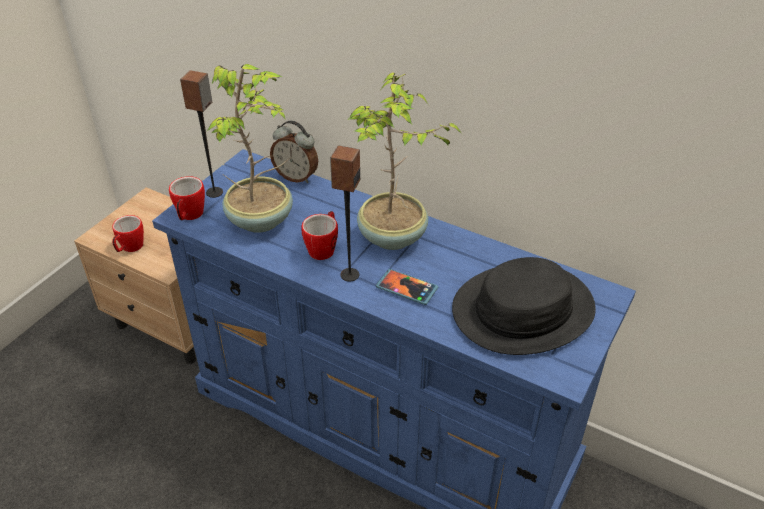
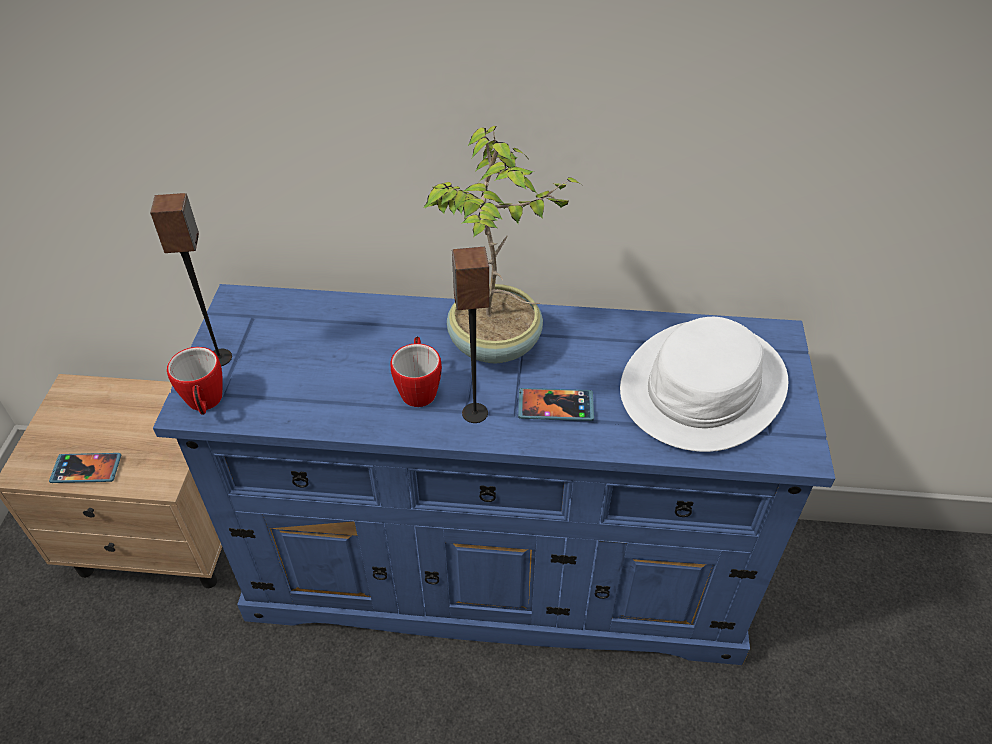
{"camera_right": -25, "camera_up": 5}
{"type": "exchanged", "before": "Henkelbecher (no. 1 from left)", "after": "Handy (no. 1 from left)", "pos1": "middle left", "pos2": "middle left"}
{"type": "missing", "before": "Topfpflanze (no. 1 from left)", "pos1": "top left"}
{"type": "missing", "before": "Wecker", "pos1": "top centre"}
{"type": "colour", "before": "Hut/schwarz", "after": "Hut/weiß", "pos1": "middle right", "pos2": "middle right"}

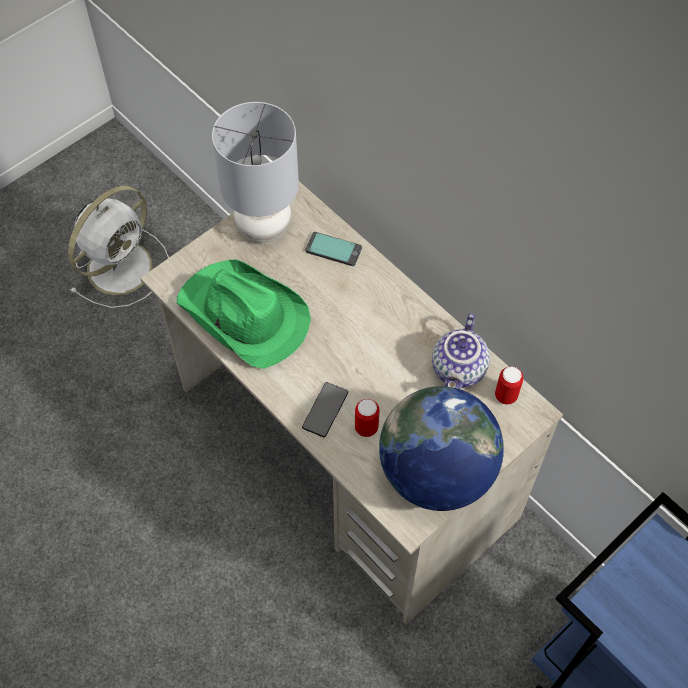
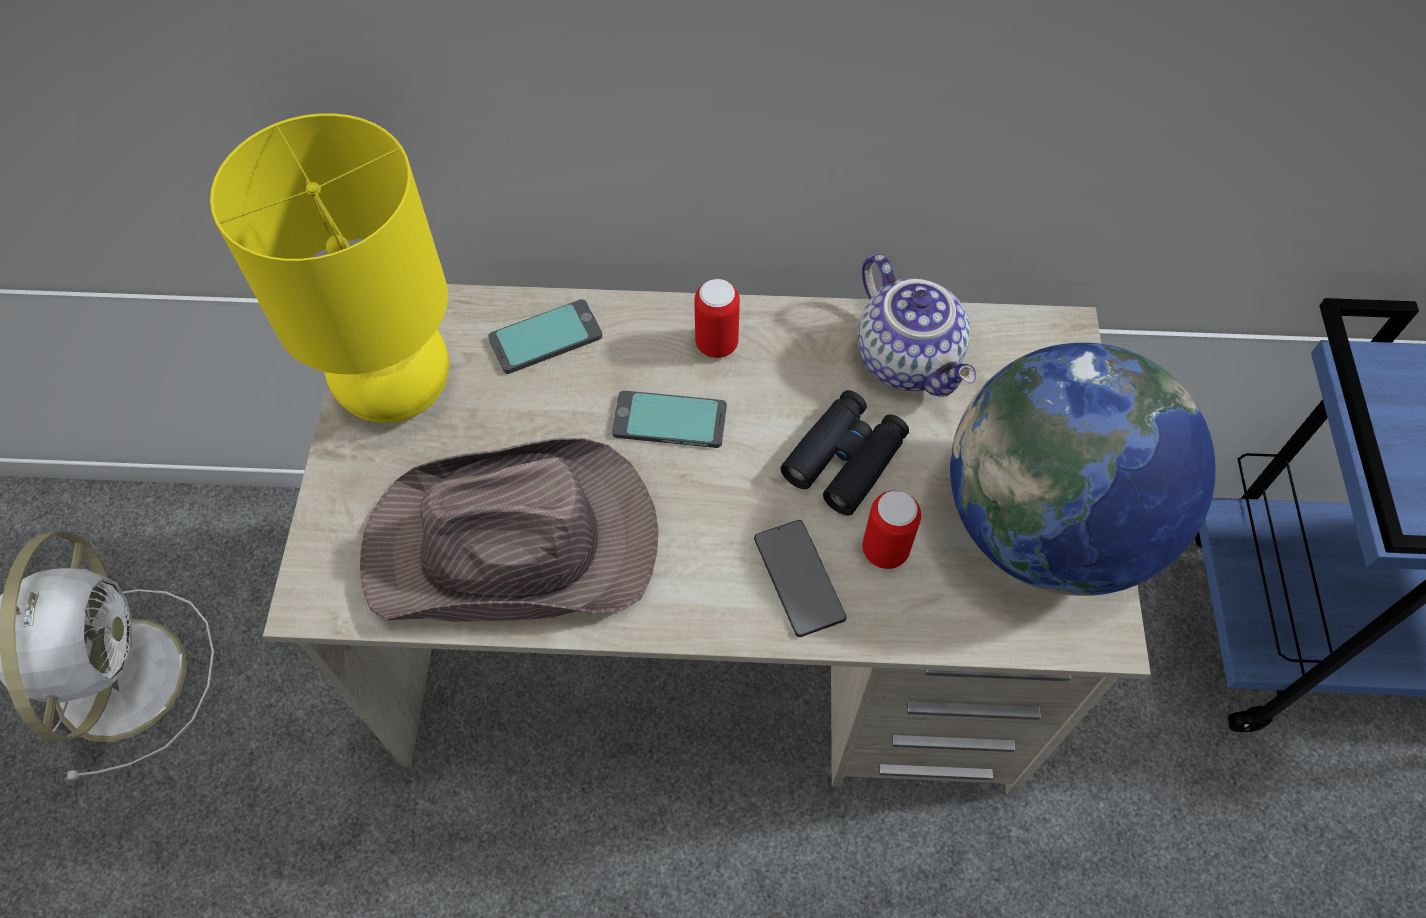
{"camera_right": -45, "camera_up": 0}
{"type": "colour", "before": "Hut/grün", "after": "Hut/braun", "pos1": "centre", "pos2": "centre"}
{"type": "colour", "before": "Tischlampe/grau", "after": "Tischlampe/gelb", "pos1": "top centre", "pos2": "top left"}
{"type": "relocated", "before": "Dose (no. 2 from left in the first image)", "after": "Dose (no. 1 from left)", "pos1": "middle right", "pos2": "centre"}
{"type": "appeared", "after": "Handy (no. 2 from left)", "pos2": "centre"}
{"type": "appeared", "after": "Fernglas/schwarz", "pos2": "centre"}

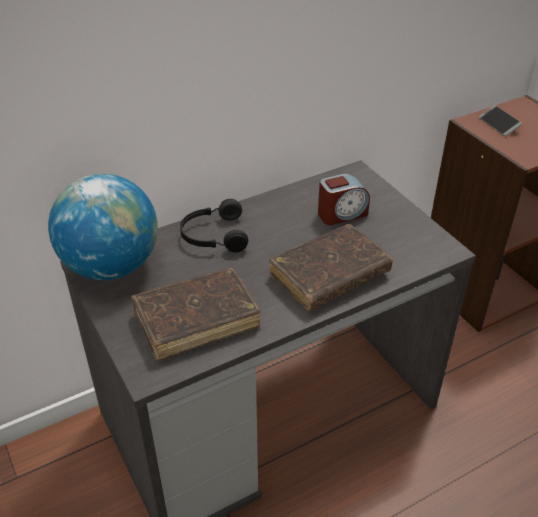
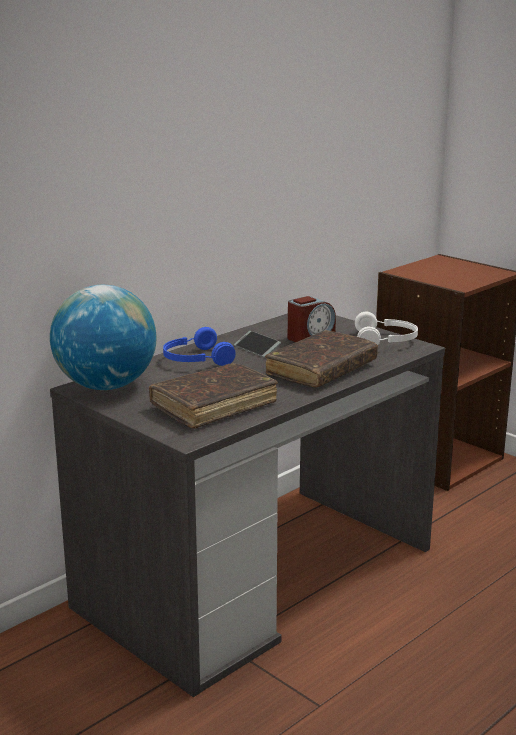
{"camera_right": -15, "camera_up": -20}
{"type": "colour", "before": "Kopfhörer/schwarz", "after": "Kopfhörer/blau", "pos1": "centre", "pos2": "centre"}
{"type": "relocated", "before": "Handy", "pos1": "top right", "pos2": "centre"}
{"type": "appeared", "after": "Kopfhörer/weiß", "pos2": "middle right"}

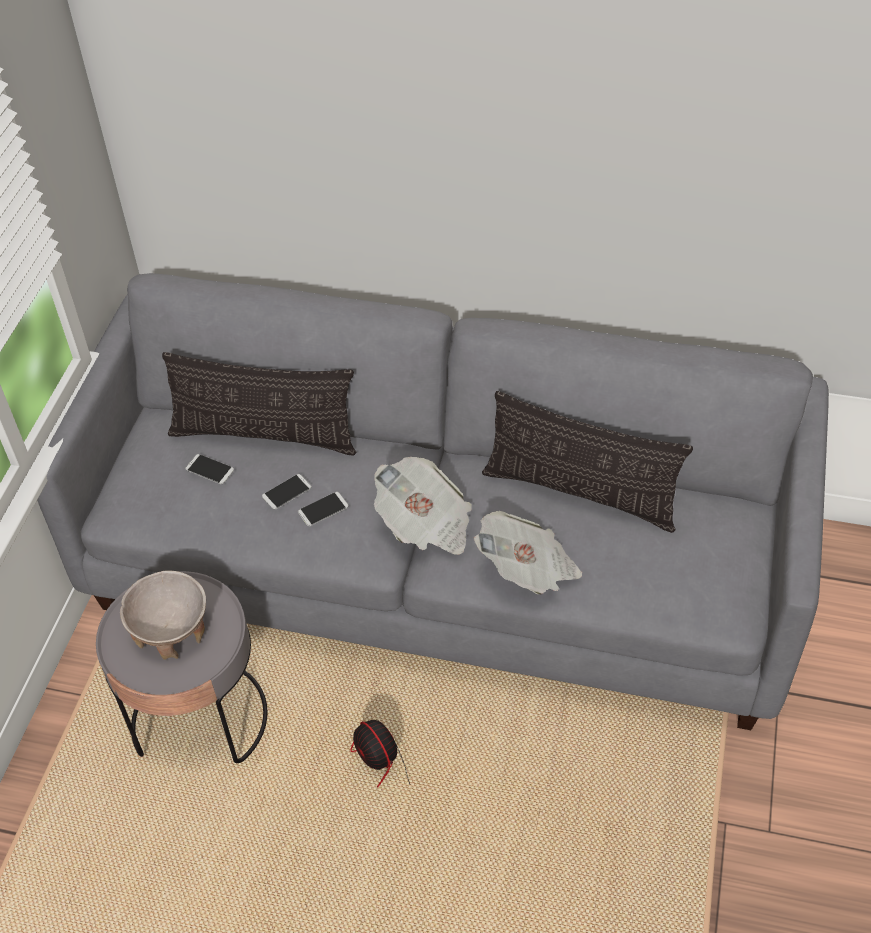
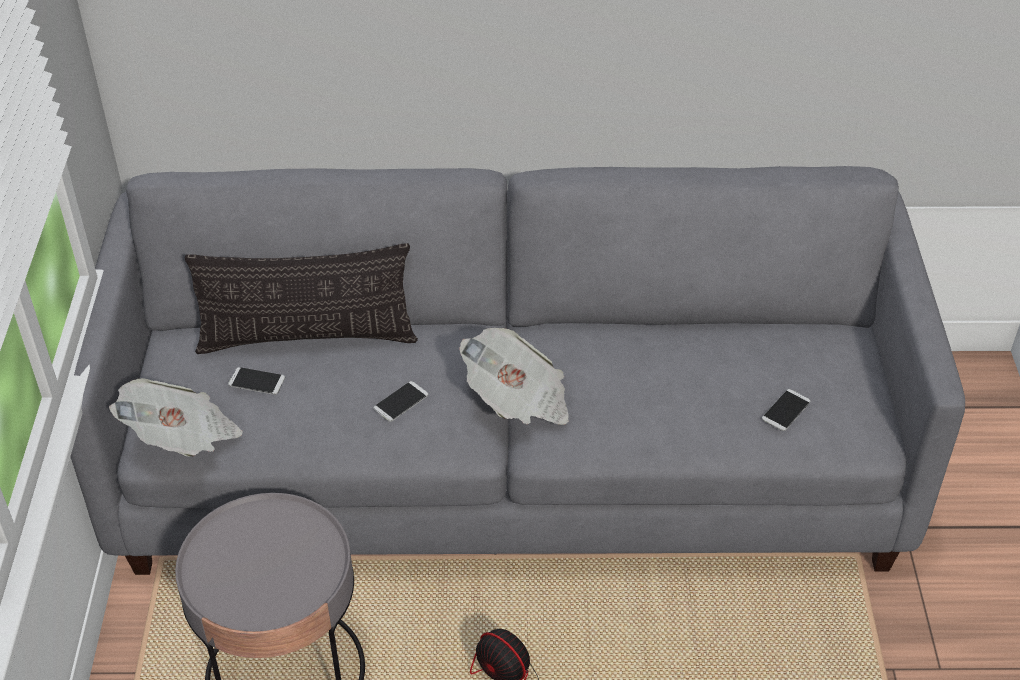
{"camera_right": -15, "camera_up": -5}
{"type": "missing", "before": "Schüssel/beige", "pos1": "middle left"}
{"type": "relocated", "before": "Handy (no. 2 from left in the first image)", "after": "Handy (no. 3 from left)", "pos1": "middle left", "pos2": "middle right"}
{"type": "relocated", "before": "Zeitung (no. 2 from left in the first image)", "after": "Zeitung (no. 1 from left)", "pos1": "centre", "pos2": "middle left"}
{"type": "missing", "before": "Kissen (no. 2 from left)", "pos1": "middle right"}

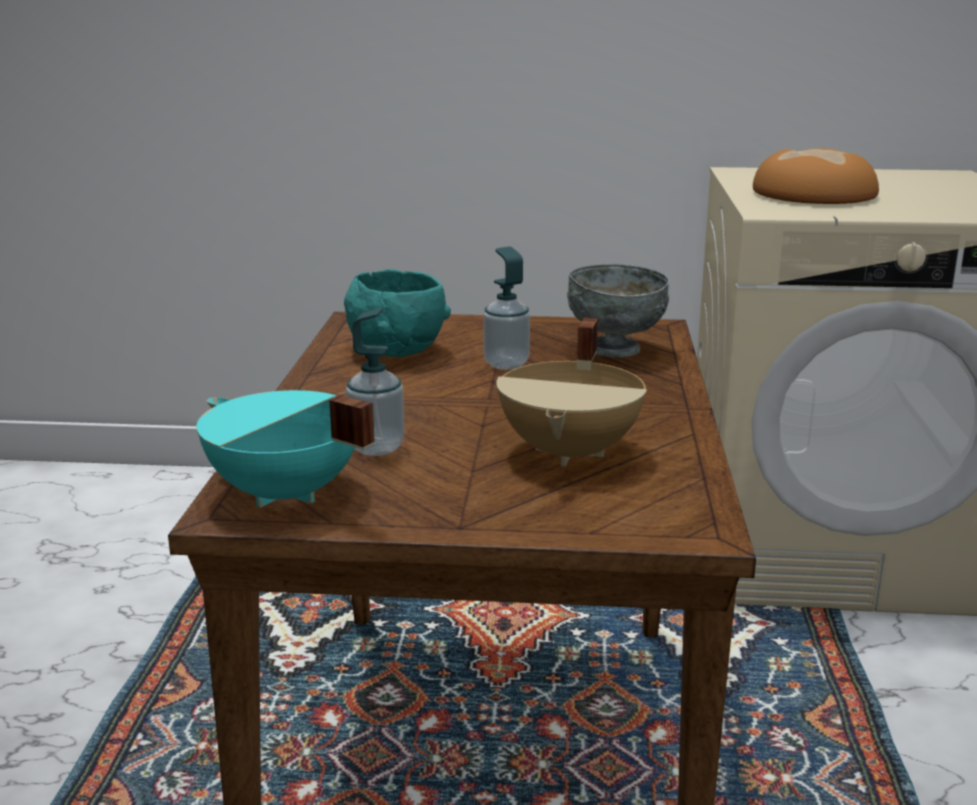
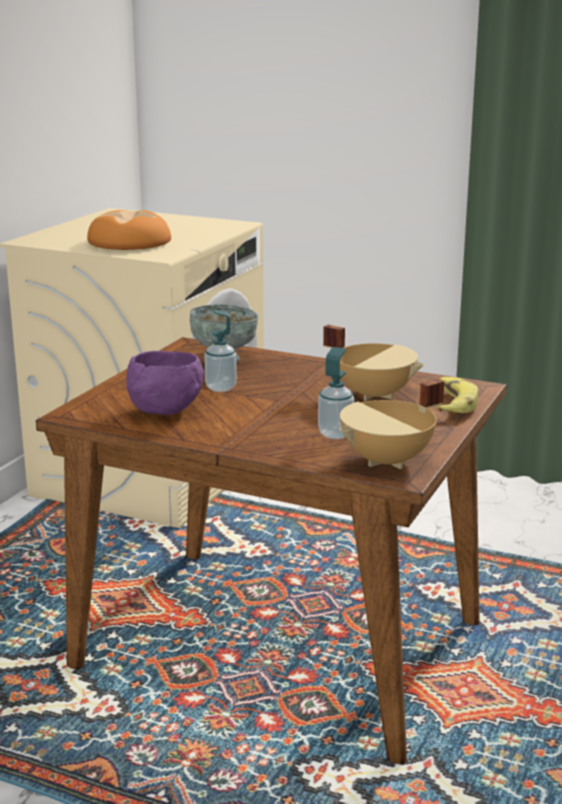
{"camera_right": -70, "camera_up": 0}
{"type": "colour", "before": "Kochtopf/türkis", "after": "Kochtopf/beige (no. 2 from left)", "pos1": "middle left", "pos2": "middle right"}
{"type": "colour", "before": "Schüssel/türkis", "after": "Schüssel/lila", "pos1": "centre", "pos2": "middle left"}
{"type": "appeared", "after": "Banane", "pos2": "middle right"}

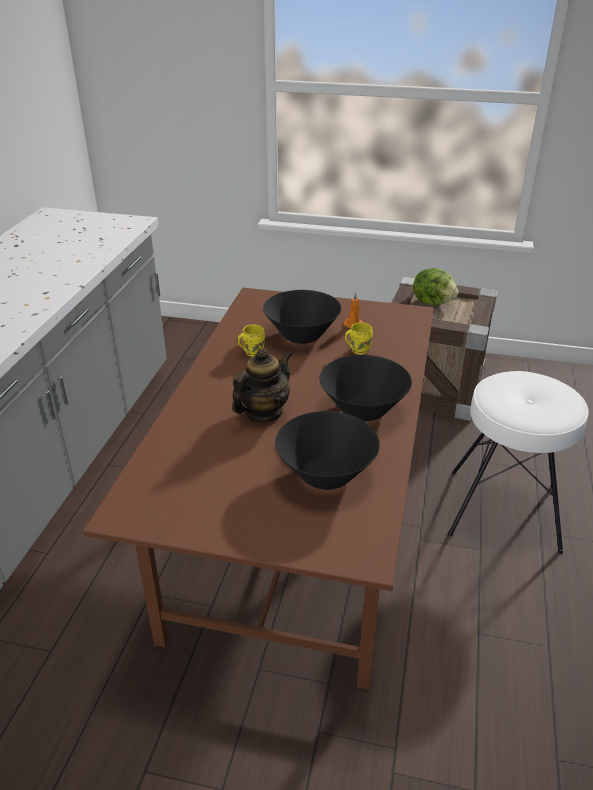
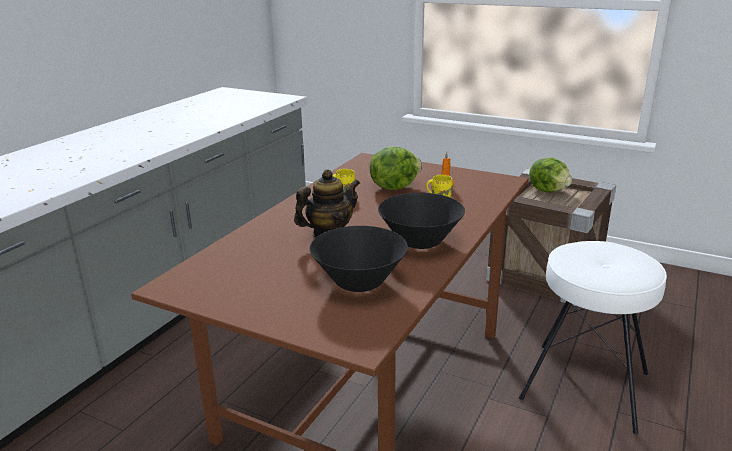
{"camera_right": 15, "camera_up": -10}
{"type": "exchanged", "before": "Schüssel/schwarz (no. 1 from left)", "after": "Salatkopf (no. 1 from left)", "pos1": "centre", "pos2": "centre"}

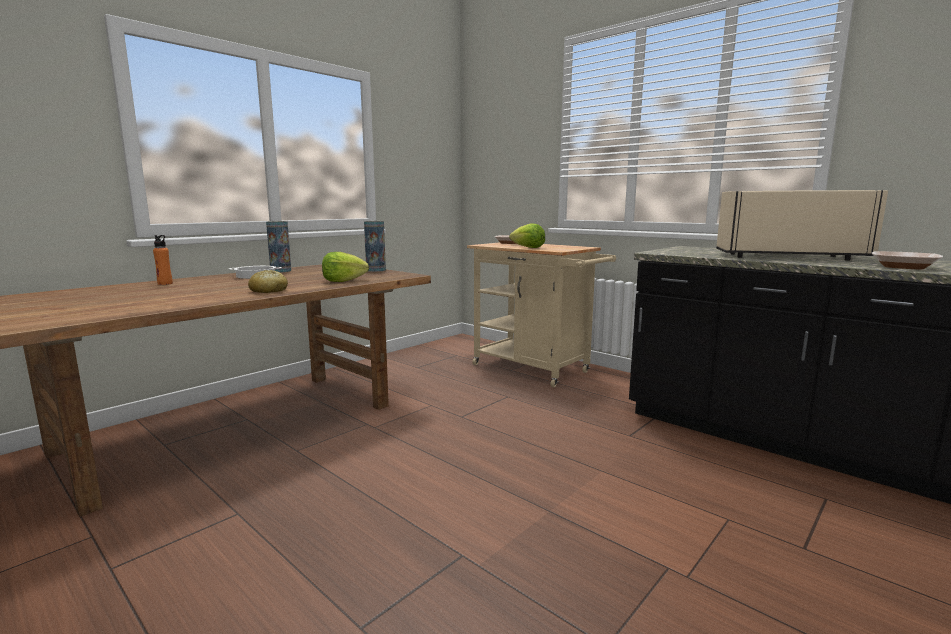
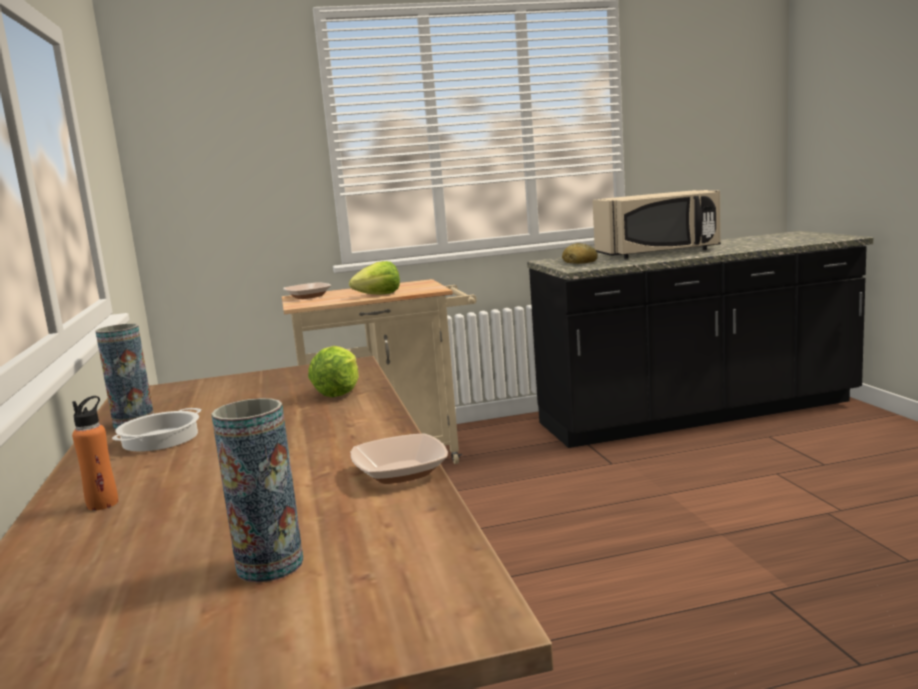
{"camera_right": -55, "camera_up": 0}
{"type": "relocated", "before": "Brot", "pos1": "middle left", "pos2": "centre"}
{"type": "relocated", "before": "Vase (no. 2 from left)", "pos1": "centre", "pos2": "bottom left"}
{"type": "spun", "before": "Mikrowelle/beige", "pos1": "middle right", "pos2": "top right", "turn": -150}
{"type": "relocated", "before": "Schüssel (no. 2 from left)", "pos1": "middle right", "pos2": "centre"}

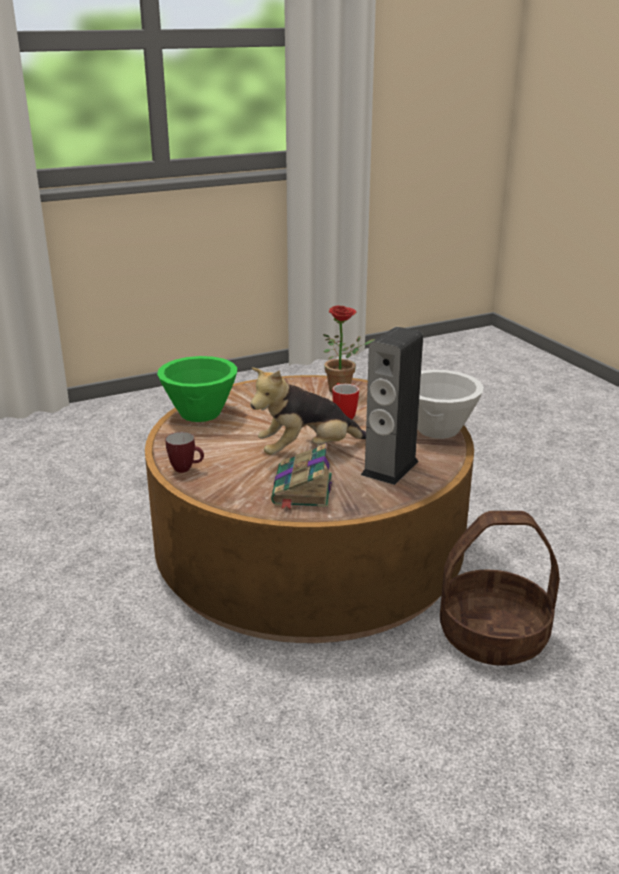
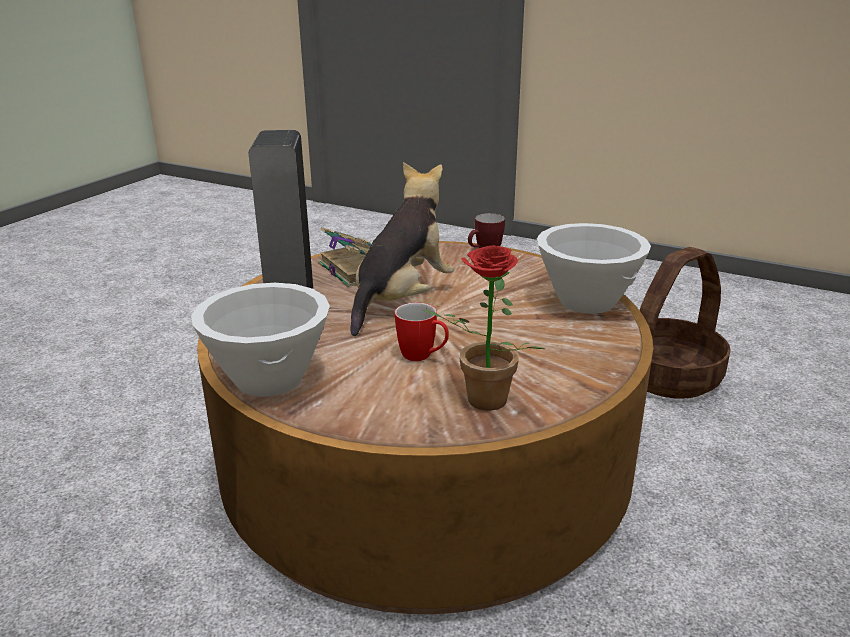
{"camera_right": 145, "camera_up": 0}
{"type": "colour", "before": "Schüssel/grün", "after": "Schüssel/weiß (no. 2 from left)", "pos1": "middle left", "pos2": "middle right"}
{"type": "relocated", "before": "Korb", "pos1": "bottom right", "pos2": "middle right"}

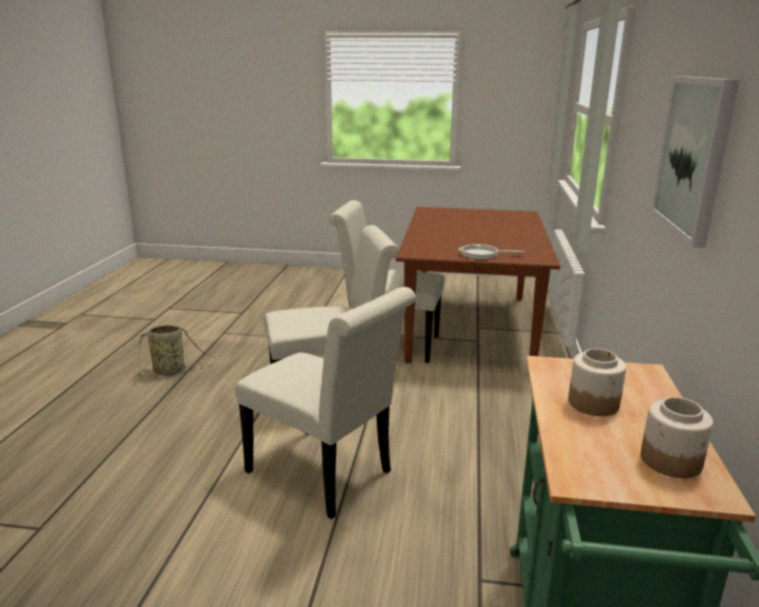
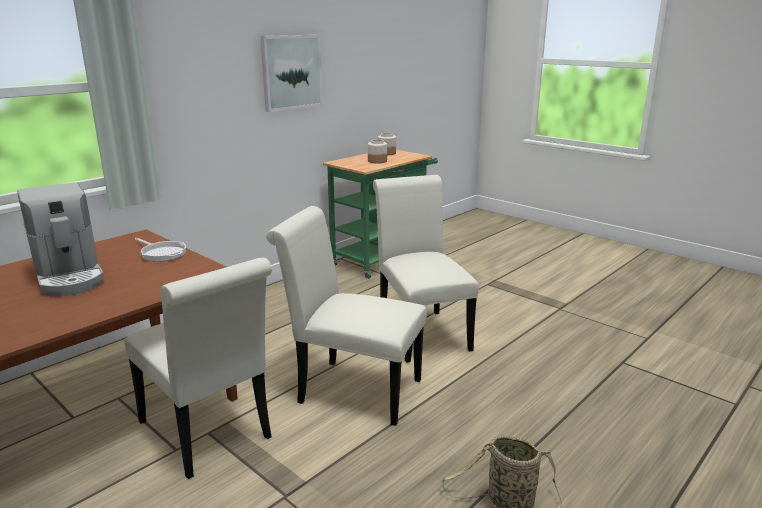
{"camera_right": -145, "camera_up": 0}
{"type": "appeared", "after": "Kaffeemaschine", "pos2": "middle left"}

